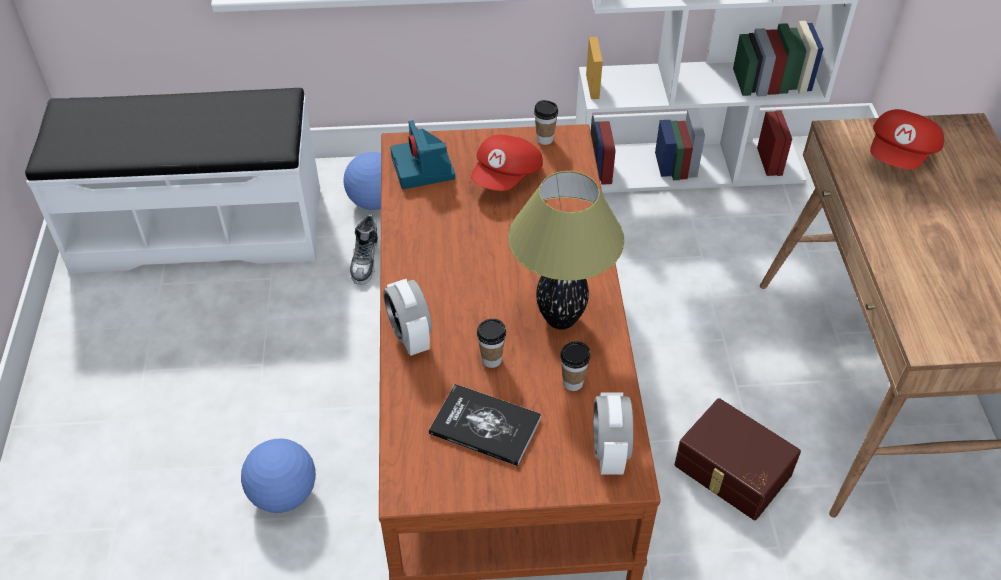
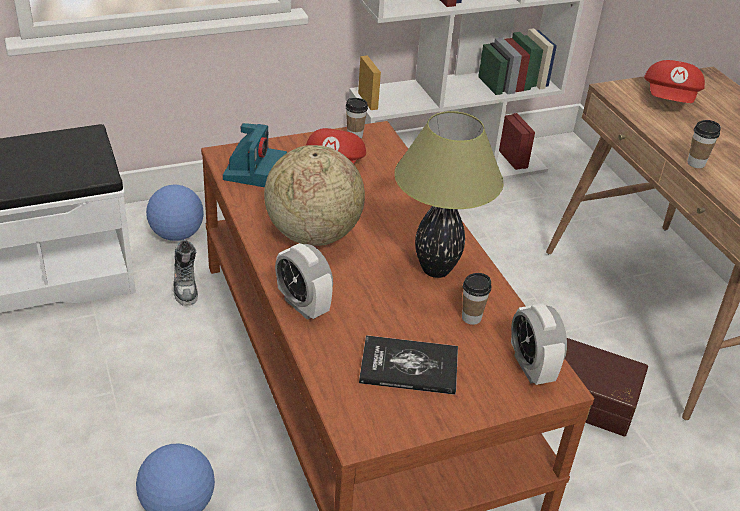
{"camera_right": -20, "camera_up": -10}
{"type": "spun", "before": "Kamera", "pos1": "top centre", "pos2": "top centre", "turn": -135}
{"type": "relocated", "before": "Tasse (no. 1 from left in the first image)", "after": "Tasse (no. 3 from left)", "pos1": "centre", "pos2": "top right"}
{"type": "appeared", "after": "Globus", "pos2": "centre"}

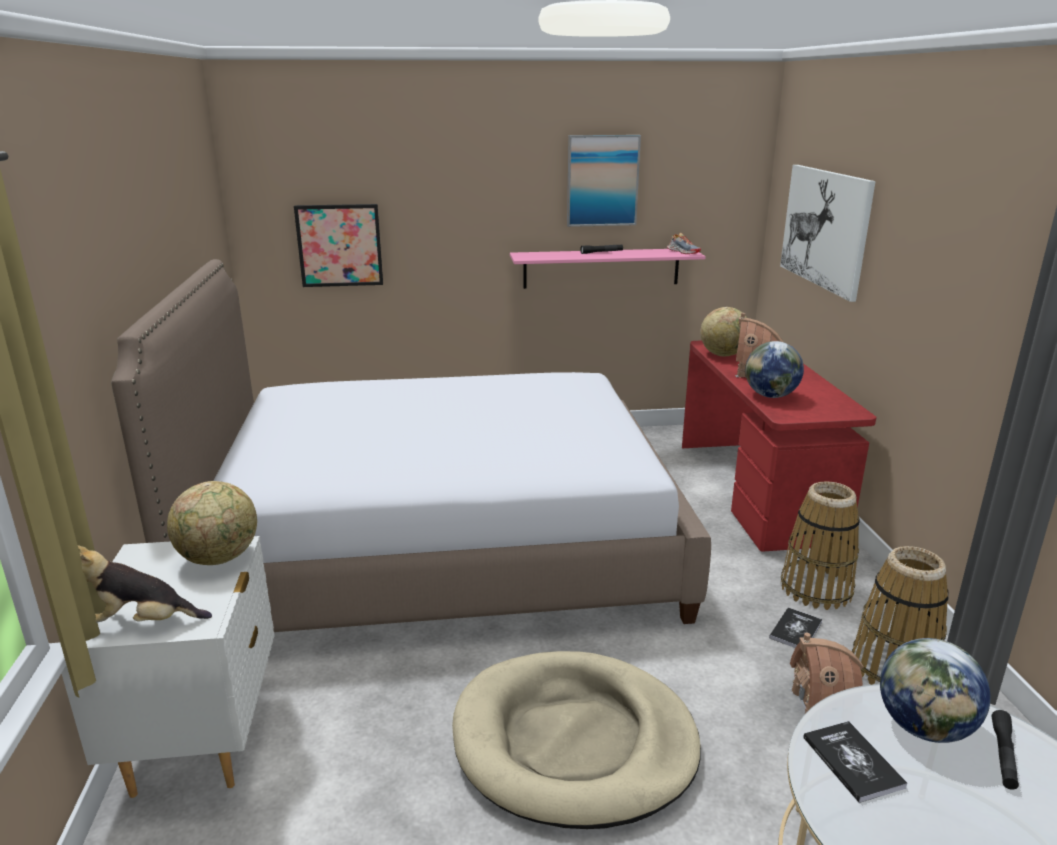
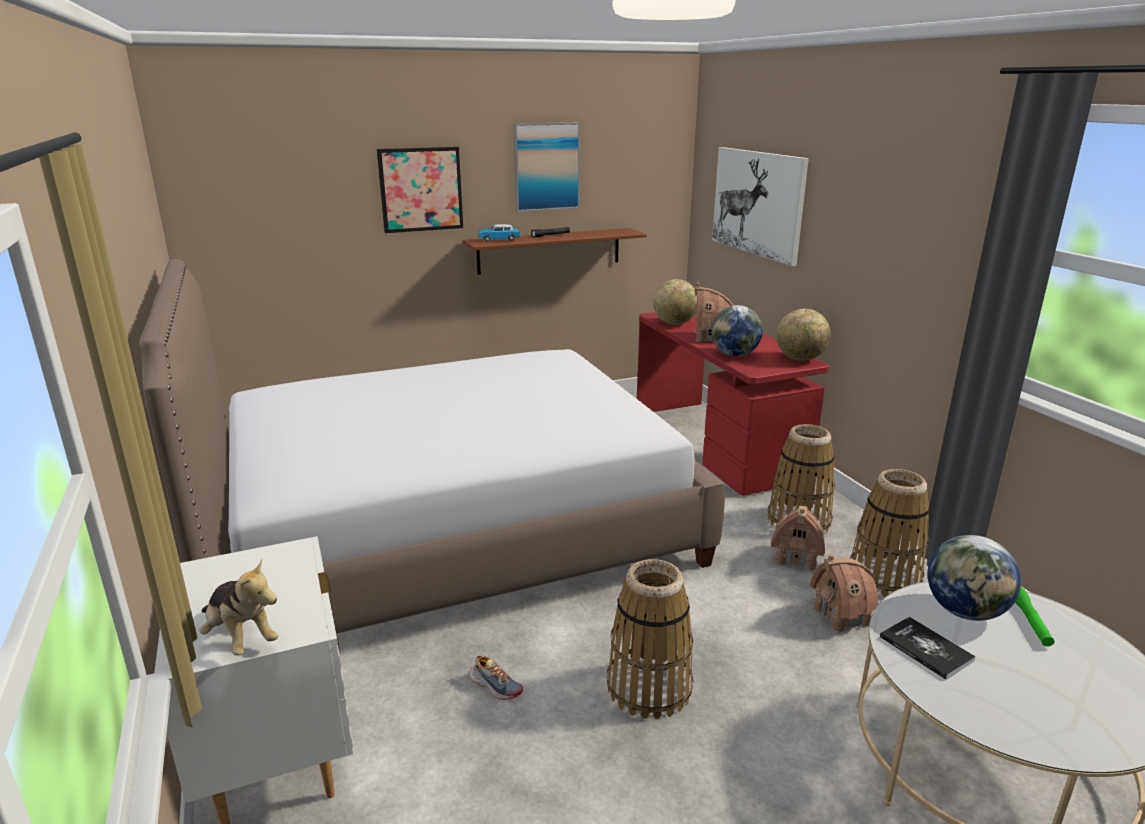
{"camera_right": -15, "camera_up": 0}
{"type": "spun", "before": "Plüschtier", "pos1": "bottom left", "pos2": "bottom left", "turn": -120}
{"type": "relocated", "before": "Globus (no. 1 from left in the first image)", "after": "Globus (no. 3 from left)", "pos1": "middle left", "pos2": "middle right"}
{"type": "relocated", "before": "Bild (no. 1 from left)", "pos1": "top left", "pos2": "top centre"}
{"type": "exchanged", "before": "Hundebett/beige", "after": "Korb (no. 1 from left)", "pos1": "bottom centre", "pos2": "bottom centre"}
{"type": "colour", "before": "Wandregal/rosa", "after": "Wandregal/braun", "pos1": "top centre", "pos2": "top centre"}
{"type": "relocated", "before": "Schuh", "pos1": "top centre", "pos2": "bottom centre"}
{"type": "exchanged", "before": "Buch (no. 1 from left)", "after": "Spielzeughaus (no. 2 from left)", "pos1": "bottom right", "pos2": "middle right"}
{"type": "colour", "before": "Taschenlampe/schwarz (no. 2 from left)", "after": "Taschenlampe/grün", "pos1": "bottom right", "pos2": "bottom right"}
{"type": "appeared", "after": "Spielzeugauto", "pos2": "top centre"}

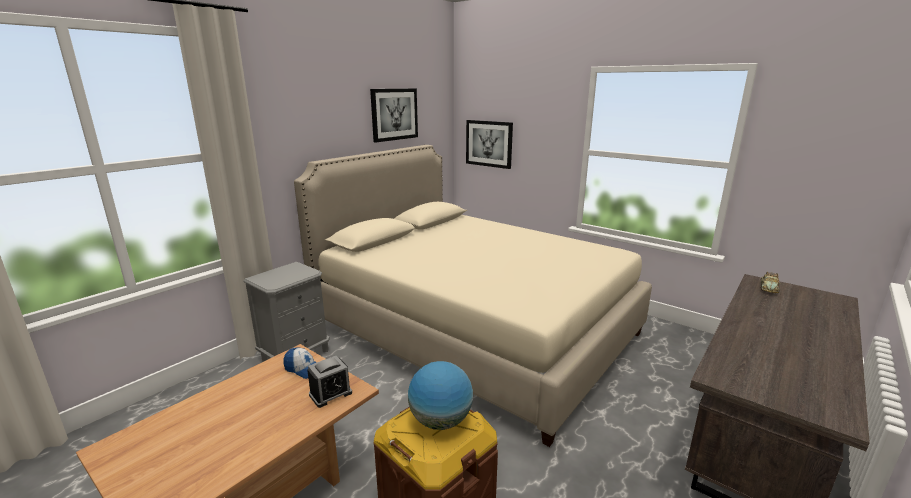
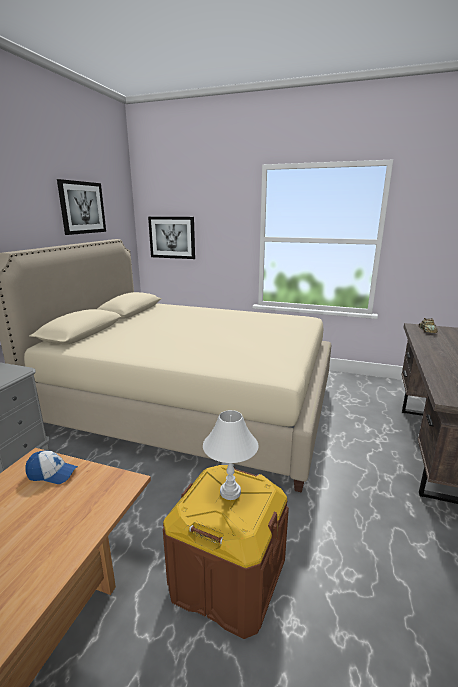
{"camera_right": -20, "camera_up": 0}
{"type": "missing", "before": "Wecker", "pos1": "bottom centre"}
{"type": "exchanged", "before": "Globus", "after": "Tischlampe/weiß", "pos1": "bottom centre", "pos2": "centre"}

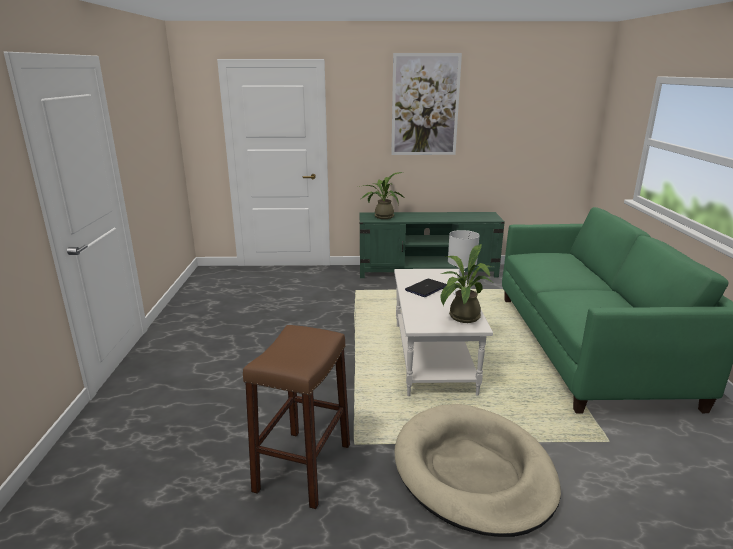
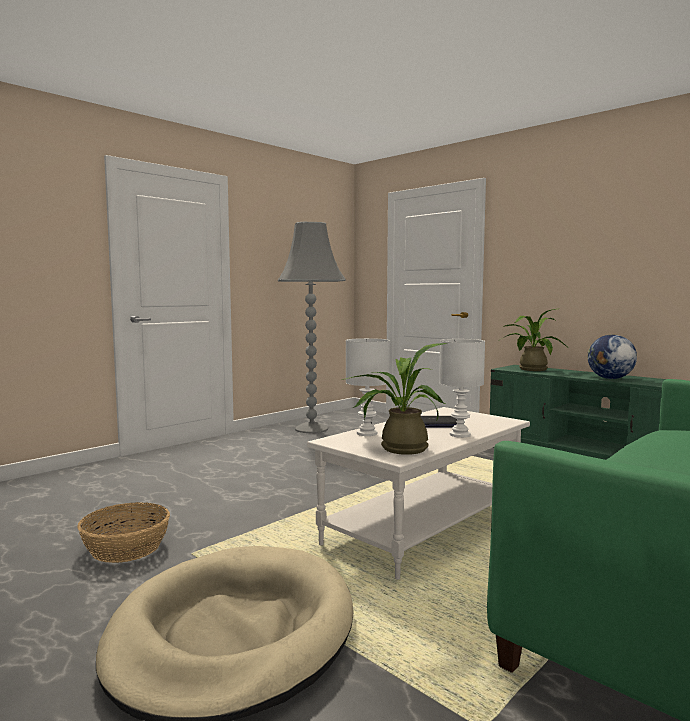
{"camera_right": 45, "camera_up": -15}
{"type": "exchanged", "before": "Hocker/braun", "after": "Korb", "pos1": "bottom centre", "pos2": "bottom left"}
{"type": "missing", "before": "Bild", "pos1": "top centre"}
{"type": "appeared", "after": "Stehlampe/grau", "pos2": "centre"}
{"type": "appeared", "after": "Tischlampe/weiß (no. 1 from left)", "pos2": "centre"}
{"type": "appeared", "after": "Globus", "pos2": "middle right"}

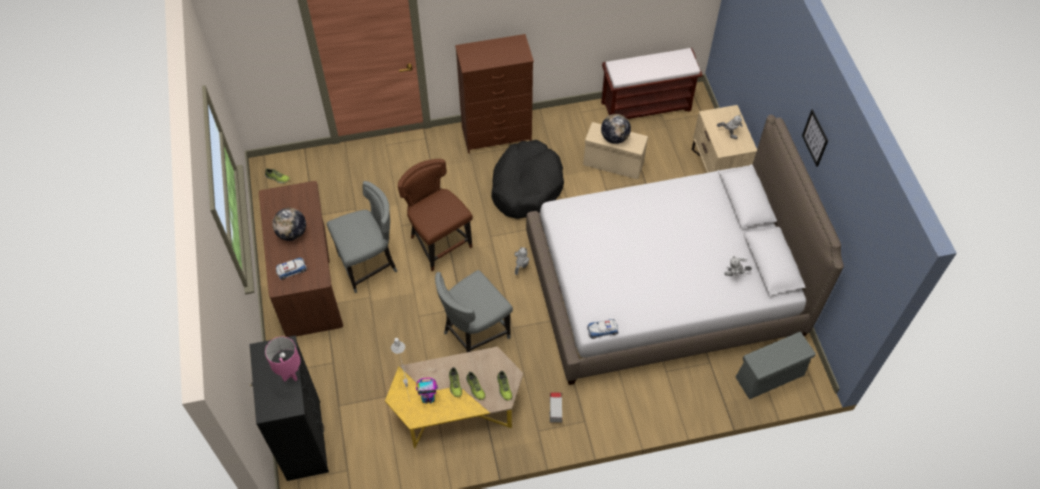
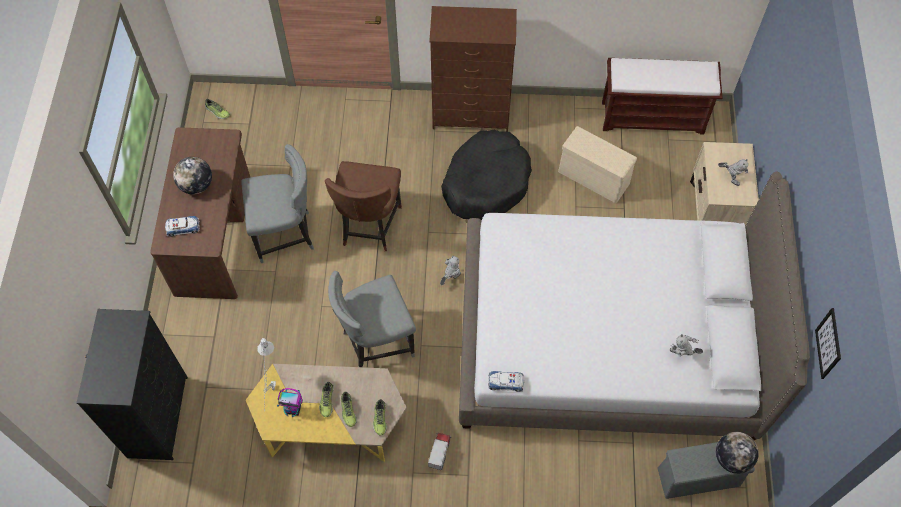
{"camera_right": 15, "camera_up": 5}
{"type": "missing", "before": "Tischlampe/rosa", "pos1": "bottom left"}
{"type": "spun", "before": "Stuhl/braun", "pos1": "centre", "pos2": "centre", "turn": -150}
{"type": "relocated", "before": "Globus (no. 2 from left)", "pos1": "top centre", "pos2": "bottom right"}
{"type": "relocated", "before": "Bild", "pos1": "top right", "pos2": "bottom right"}

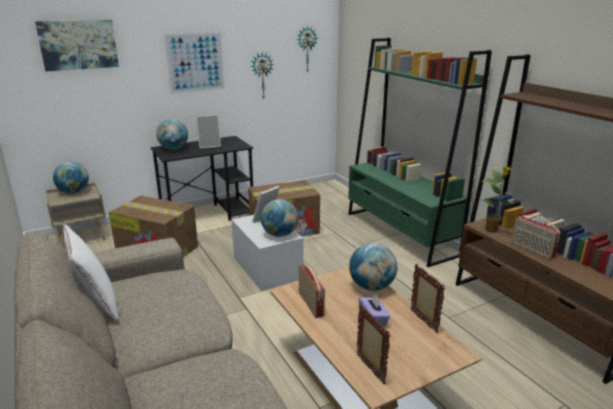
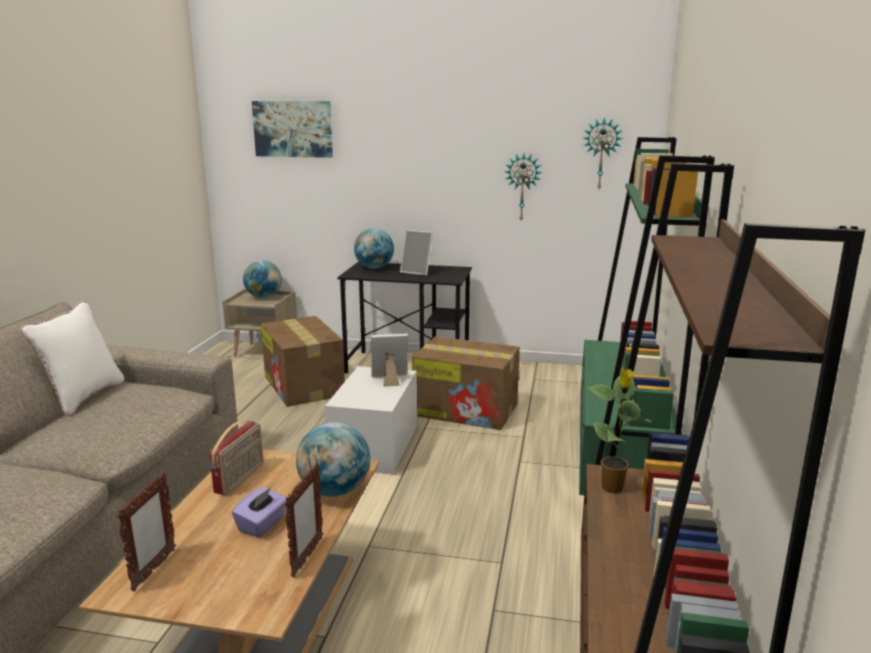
{"camera_right": 40, "camera_up": -5}
{"type": "missing", "before": "Bild (no. 2 from left)", "pos1": "top left"}
{"type": "missing", "before": "Globus (no. 3 from left)", "pos1": "centre"}
{"type": "missing", "before": "Radio (no. 2 from left)", "pos1": "middle right"}

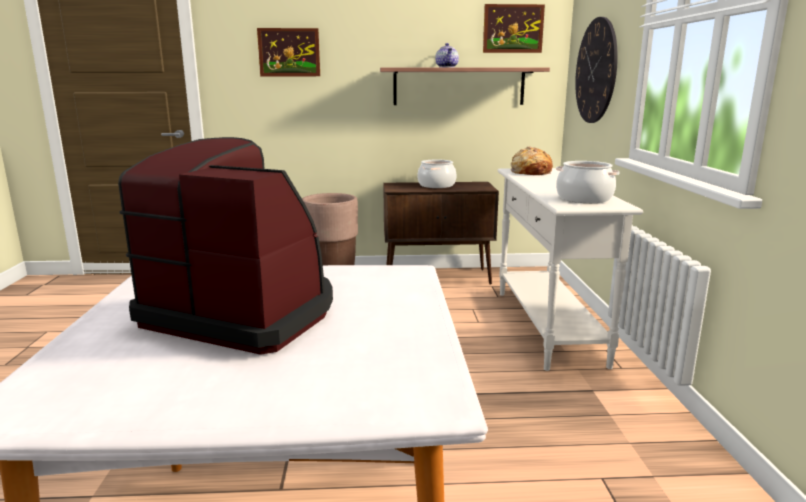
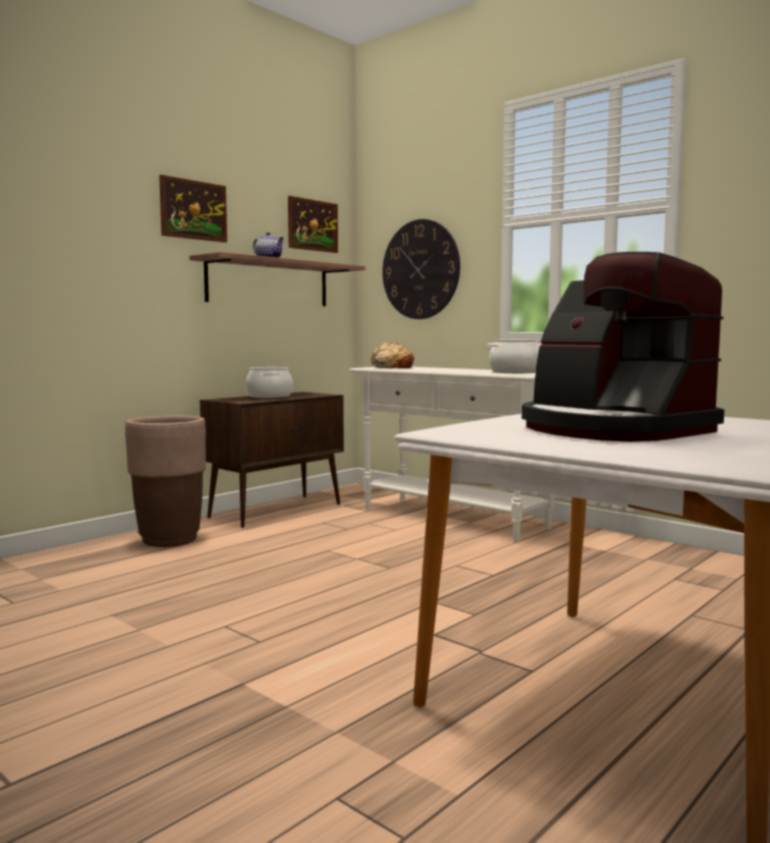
{"camera_right": -45, "camera_up": -10}
{"type": "spun", "before": "Kaffeemaschine", "pos1": "middle left", "pos2": "middle right", "turn": -105}
{"type": "relocated", "before": "Bild (no. 1 from left)", "pos1": "top centre", "pos2": "top left"}

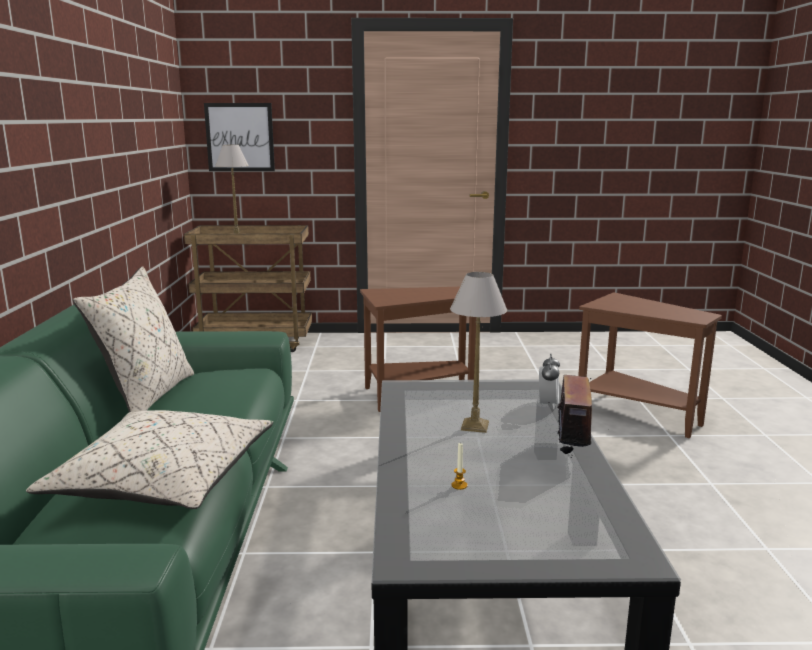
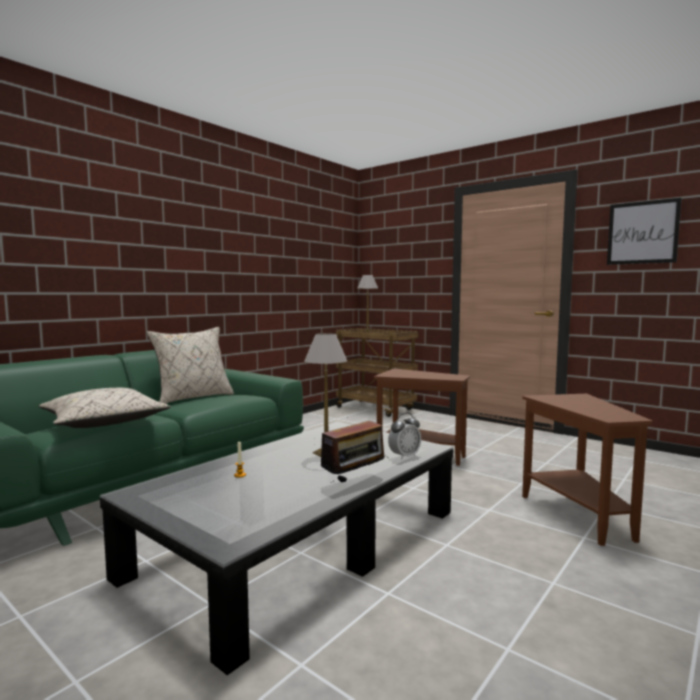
{"camera_right": 40, "camera_up": -10}
{"type": "relocated", "before": "Bild", "pos1": "top left", "pos2": "top right"}

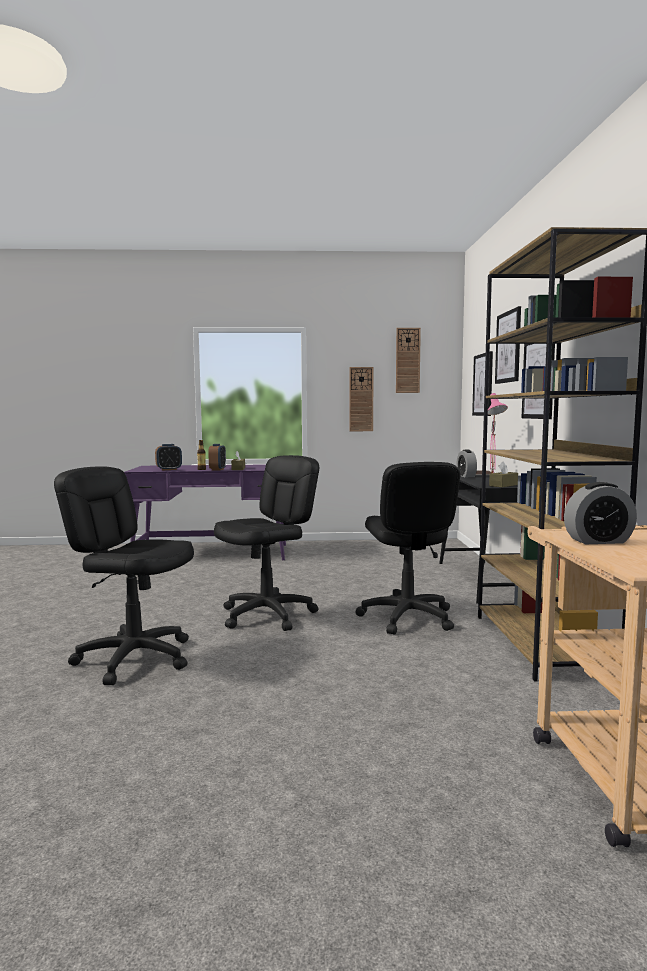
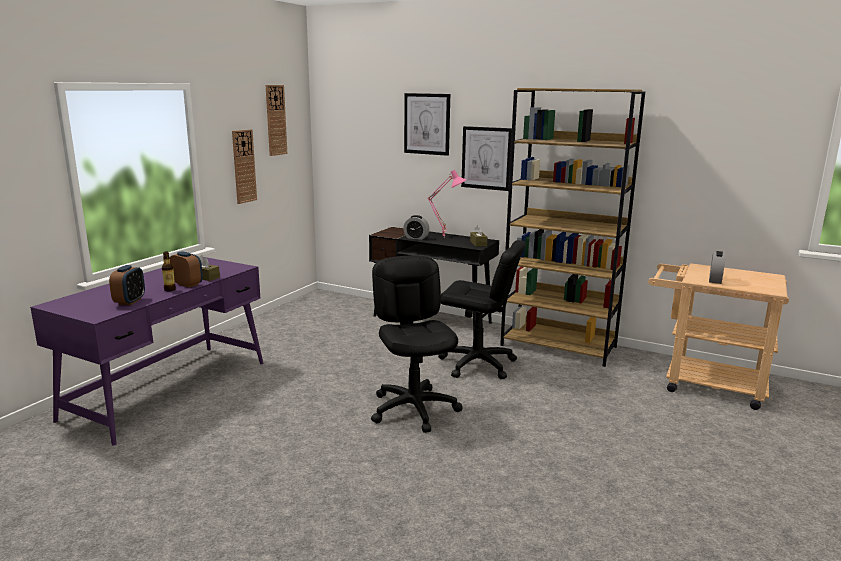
{"camera_right": -60, "camera_up": 10}
{"type": "missing", "before": "Bürostuhl/schwarz (no. 1 from left)", "pos1": "middle left"}
{"type": "missing", "before": "Bild (no. 1 from left)", "pos1": "middle right"}

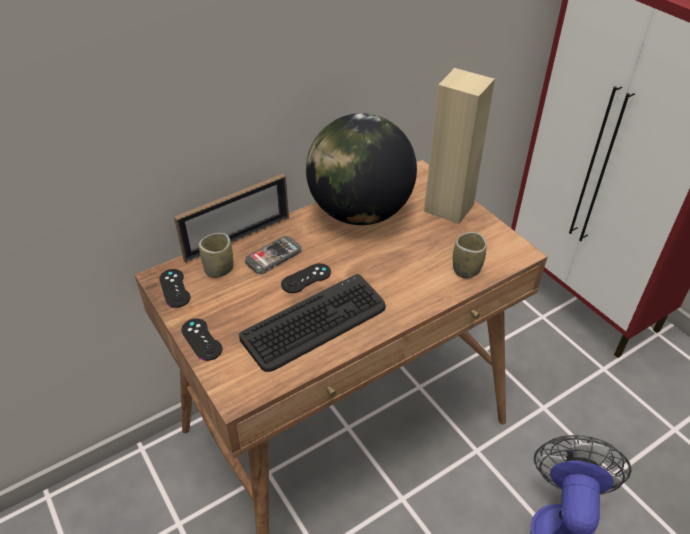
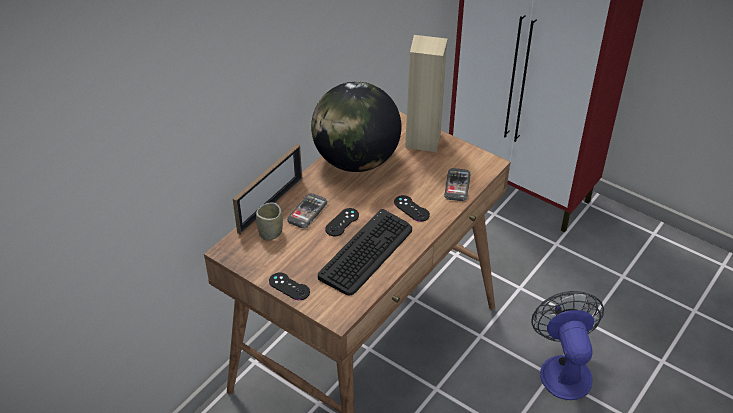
{"camera_right": -20, "camera_up": 0}
{"type": "relocated", "before": "Gamepad/schwarz (no. 1 from left in the first image)", "after": "Gamepad/schwarz (no. 3 from left)", "pos1": "middle left", "pos2": "centre"}
{"type": "exchanged", "before": "Tasse (no. 2 from left)", "after": "Handy (no. 2 from left)", "pos1": "middle right", "pos2": "centre"}

